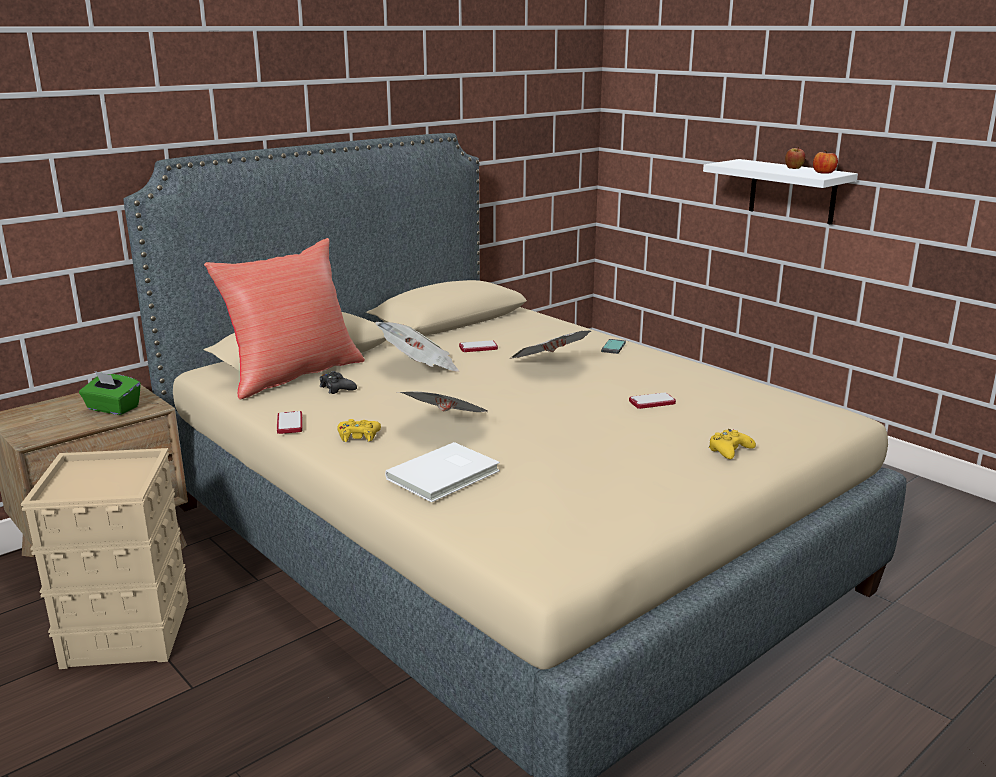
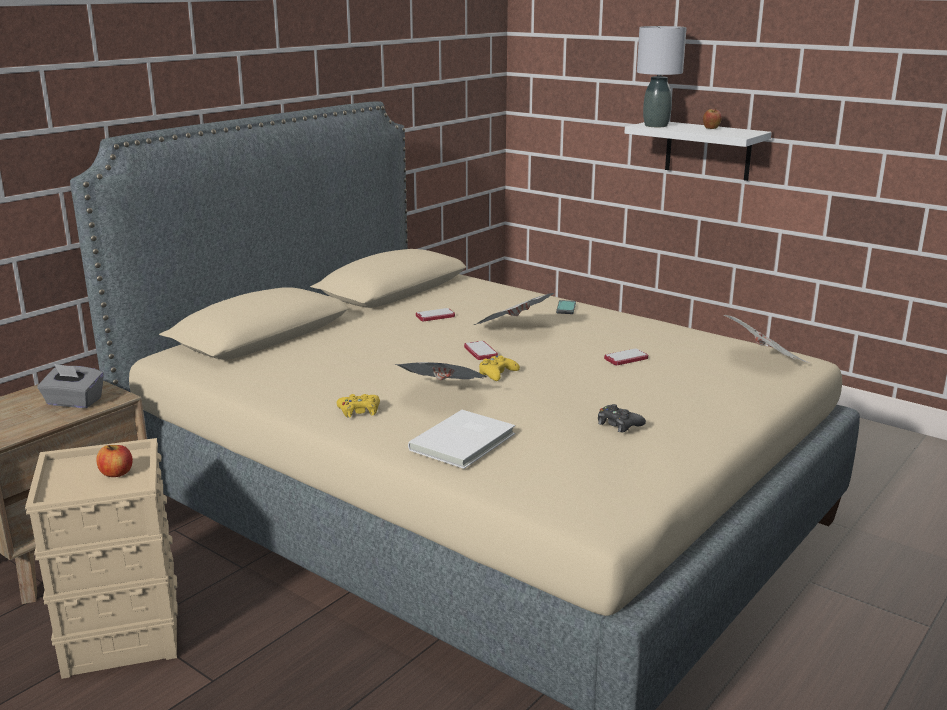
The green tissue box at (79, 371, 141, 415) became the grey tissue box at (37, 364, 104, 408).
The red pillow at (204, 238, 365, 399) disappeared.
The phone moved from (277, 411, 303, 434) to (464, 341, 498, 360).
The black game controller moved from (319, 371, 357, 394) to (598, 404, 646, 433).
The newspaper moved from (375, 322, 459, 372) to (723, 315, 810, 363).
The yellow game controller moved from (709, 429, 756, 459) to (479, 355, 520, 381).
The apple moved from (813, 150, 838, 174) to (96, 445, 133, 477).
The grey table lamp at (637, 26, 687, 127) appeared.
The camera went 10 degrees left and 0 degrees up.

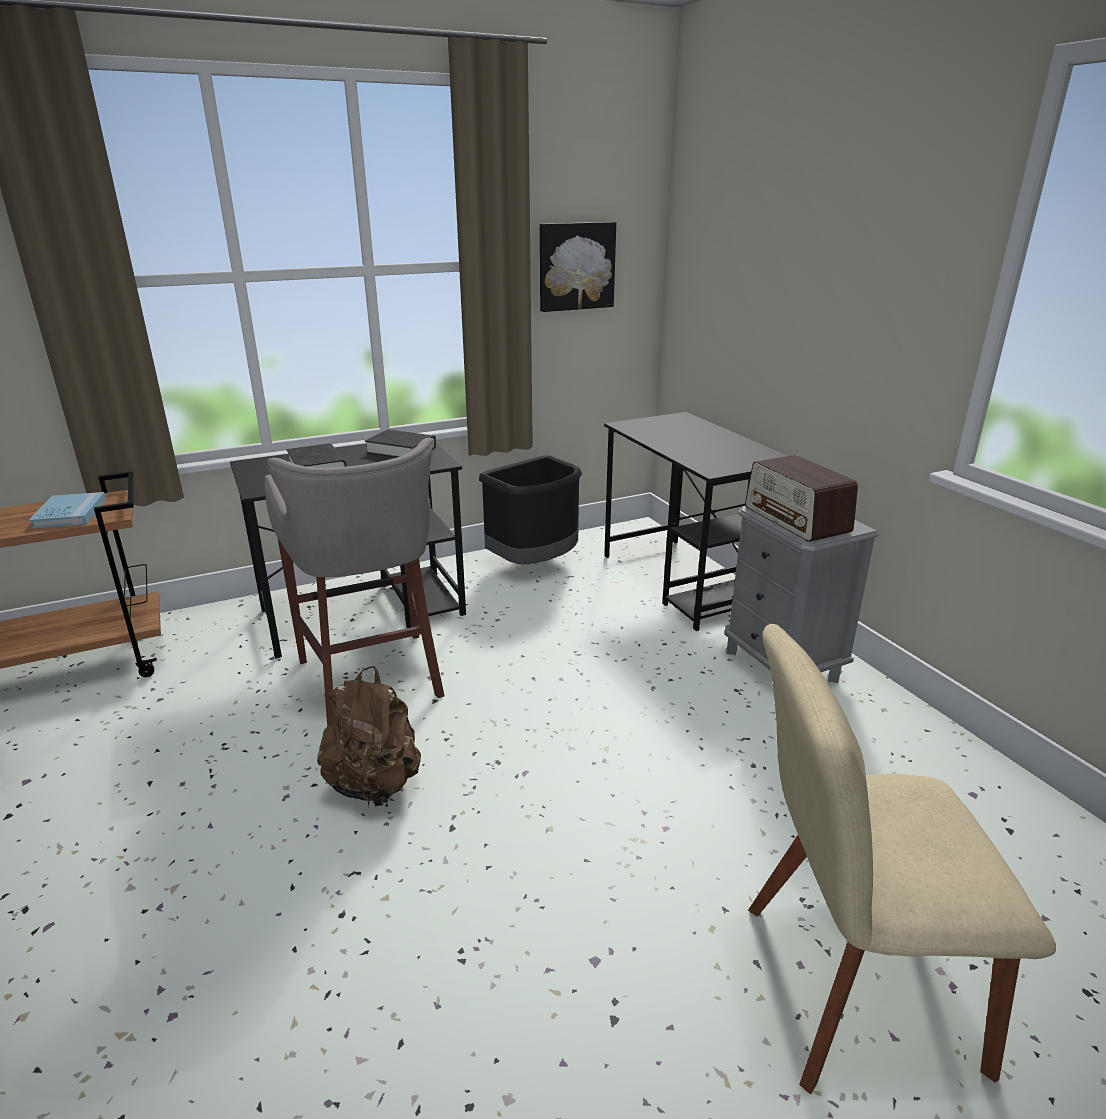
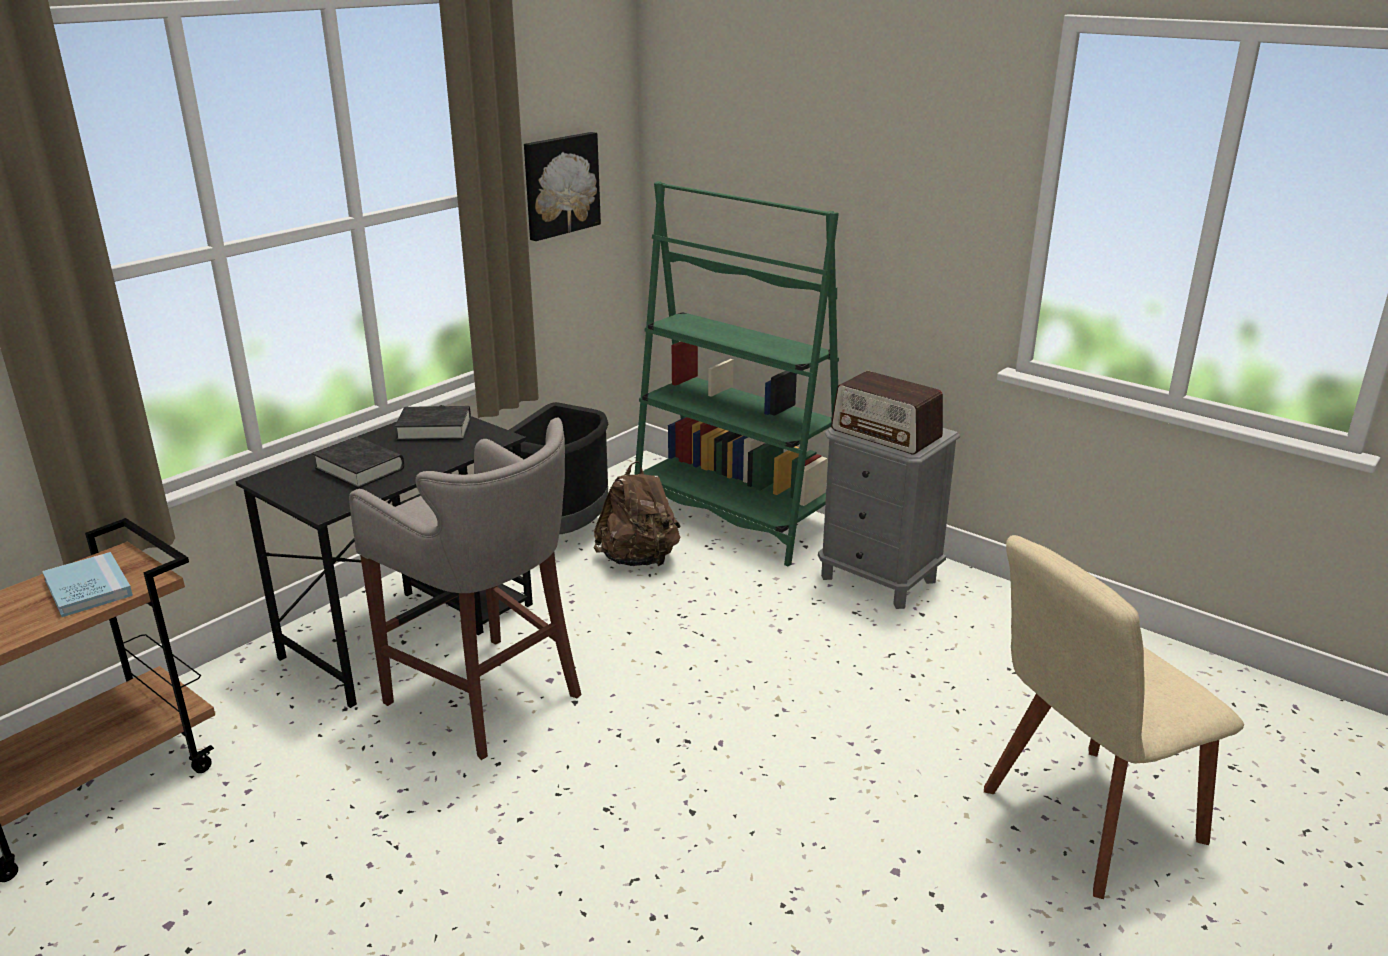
The brown backpack moved from (317, 666, 421, 807) to (593, 461, 681, 566).
The black desk at (604, 412, 787, 631) was replaced by the green bookcase at (634, 181, 839, 567).
The camera went 25 degrees left and 0 degrees up.

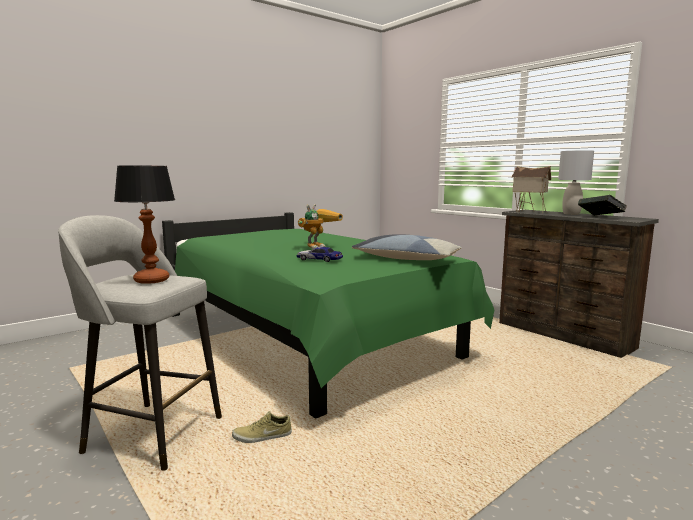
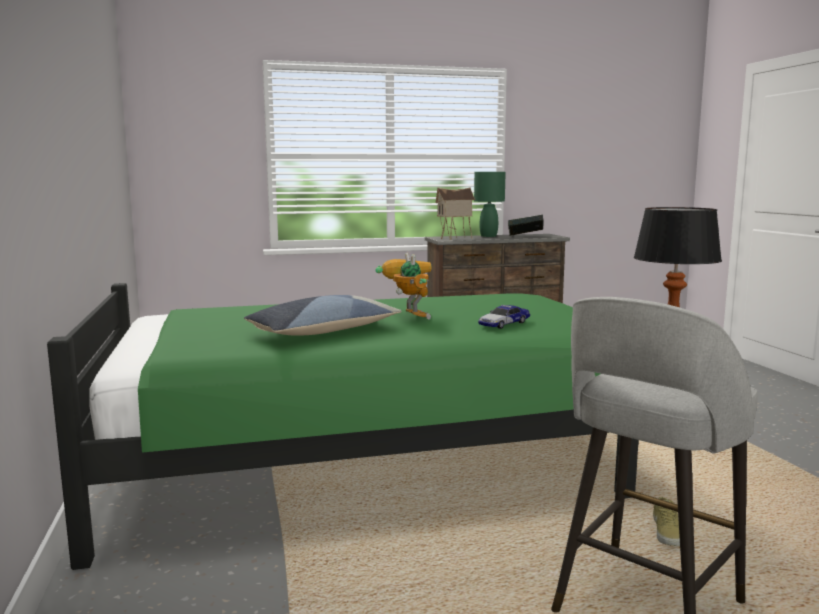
The pillow moved from (352, 234, 462, 260) to (244, 295, 402, 336).
The grey table lamp at (558, 150, 594, 215) became the green table lamp at (474, 172, 506, 237).
The camera went 65 degrees left and 0 degrees up.

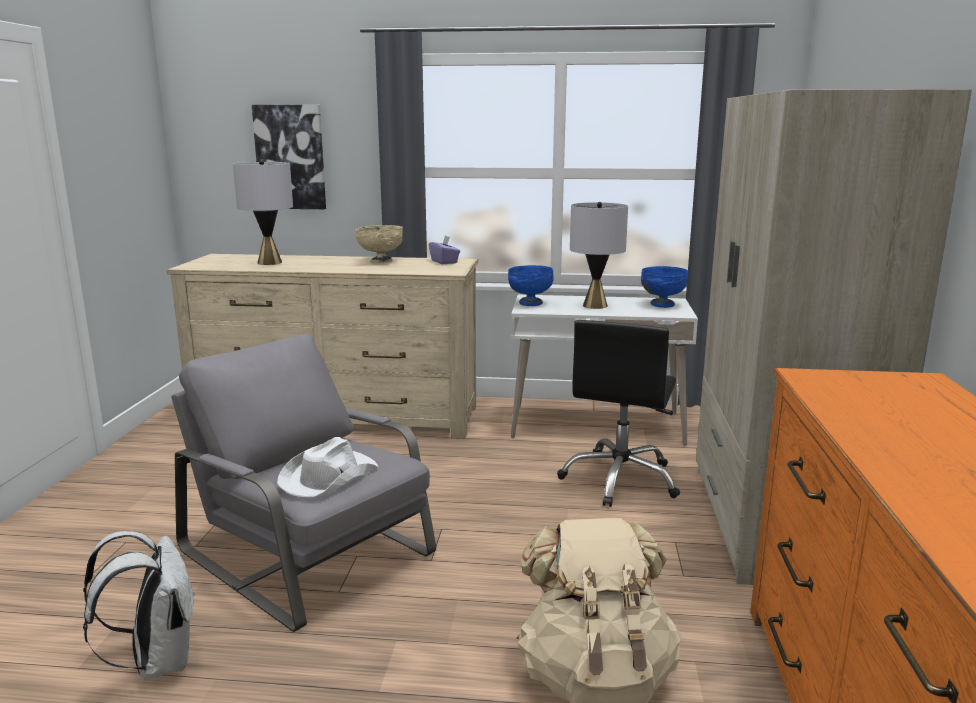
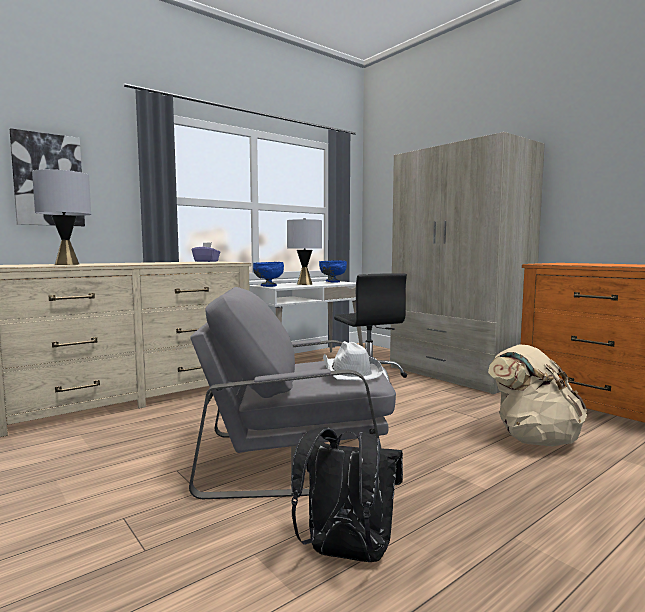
The white backpack at (83, 531, 195, 680) became the black backpack at (291, 427, 403, 562).
The beige bowl at (356, 225, 403, 264) disappeared.
The camera went 45 degrees left and 10 degrees down.

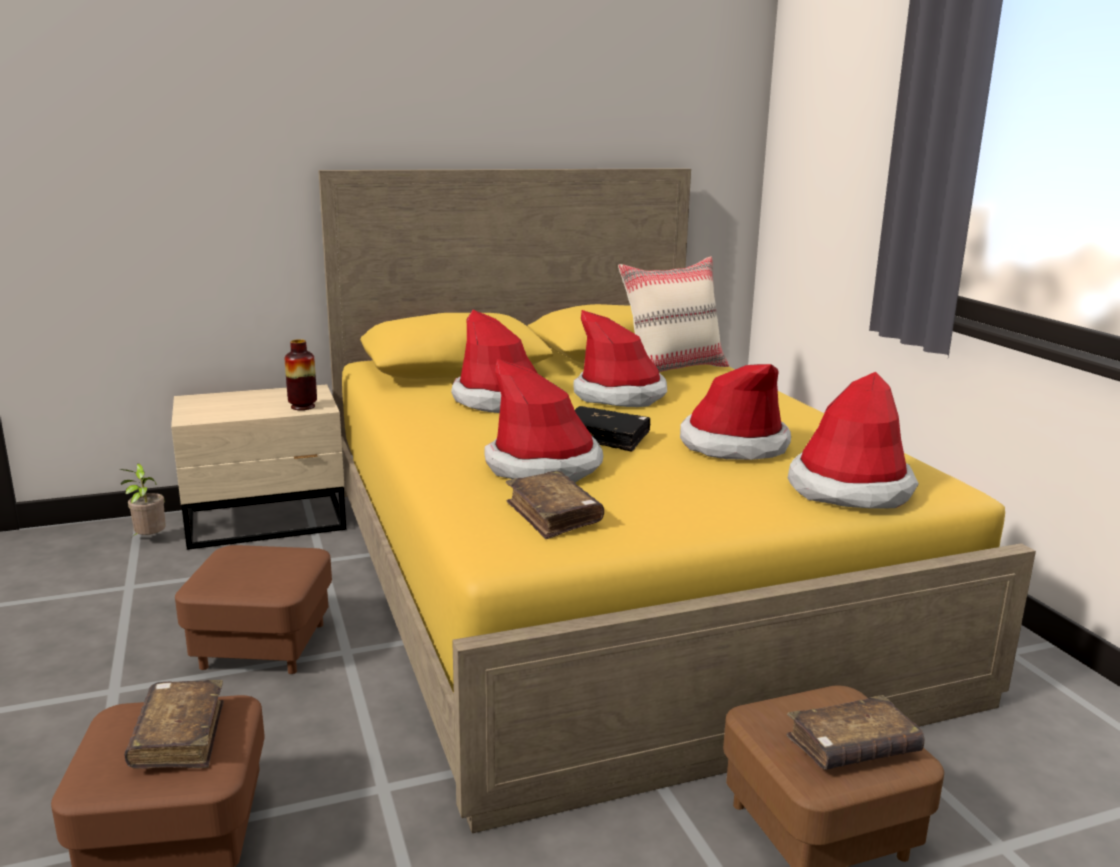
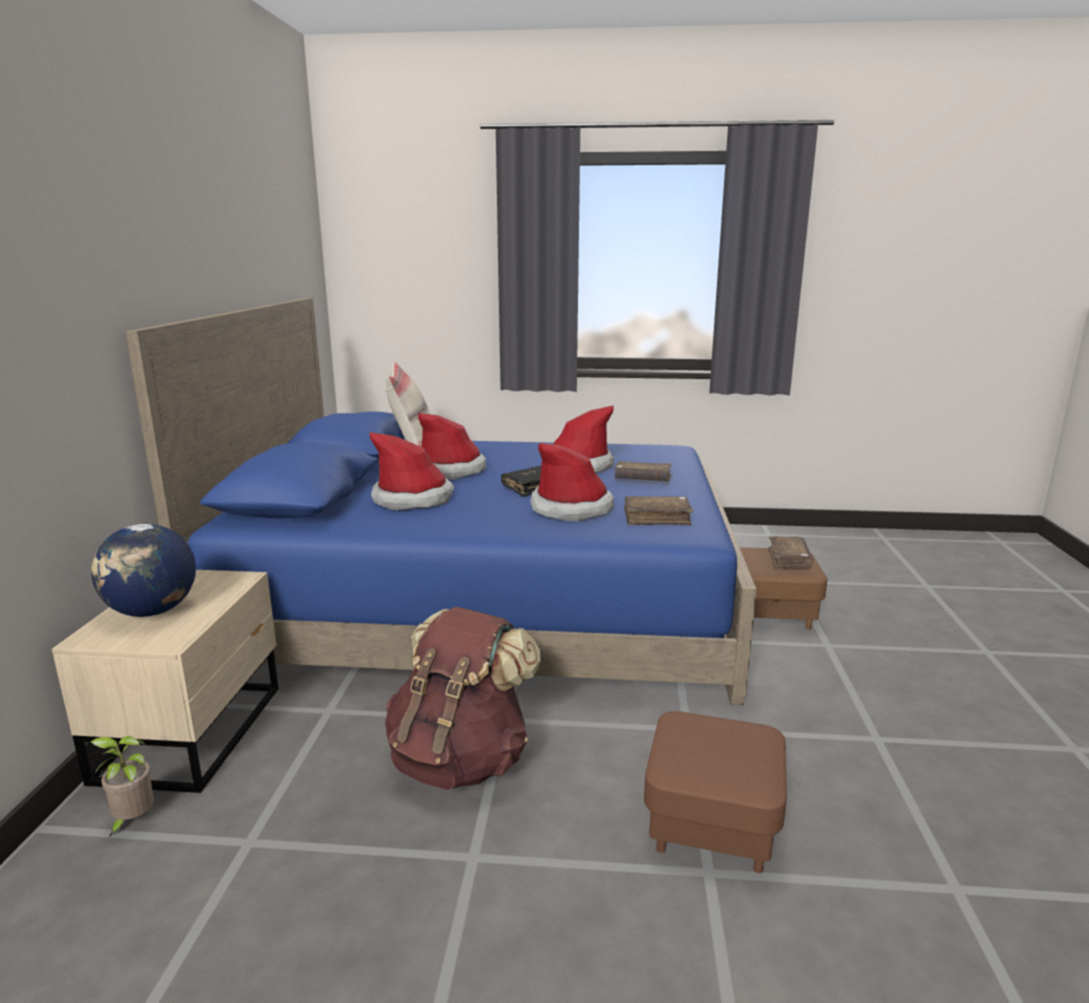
The brown book moved from (124, 680, 224, 769) to (615, 461, 672, 482).
The brown ottoman at (175, 545, 332, 674) was replaced by the brown backpack at (385, 607, 541, 790).
The vase at (285, 339, 317, 410) disappeared.
The yellow bed at (318, 168, 1036, 833) became the blue bed at (125, 298, 757, 705).
The hat at (788, 372, 919, 509) disappeared.
The globe at (91, 524, 196, 617) appeared.
The camera went 65 degrees left and 0 degrees up.

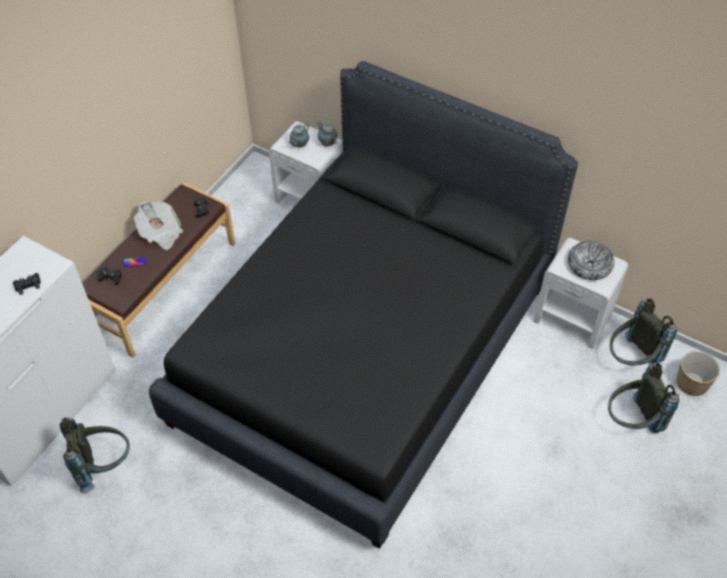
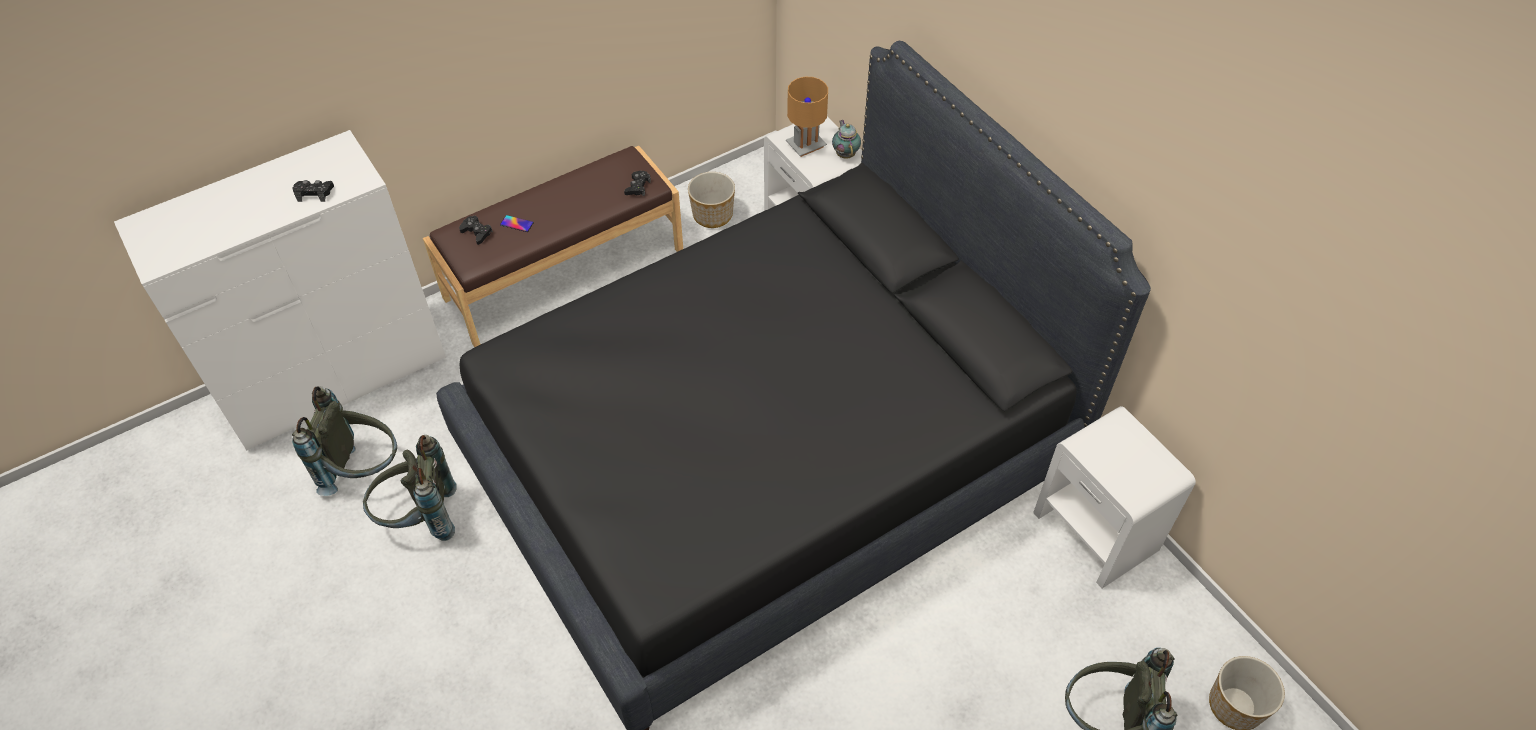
The newspaper at (134, 201, 183, 250) disappeared.
The teapot at (289, 123, 309, 148) was replaced by the brown table lamp at (786, 77, 828, 157).
The bowl at (568, 241, 614, 280) disappeared.
The grey backpack moved from (610, 299, 677, 366) to (363, 435, 457, 541).
The planter at (688, 172, 735, 228) appeared.
The camera went 25 degrees right and 0 degrees up.

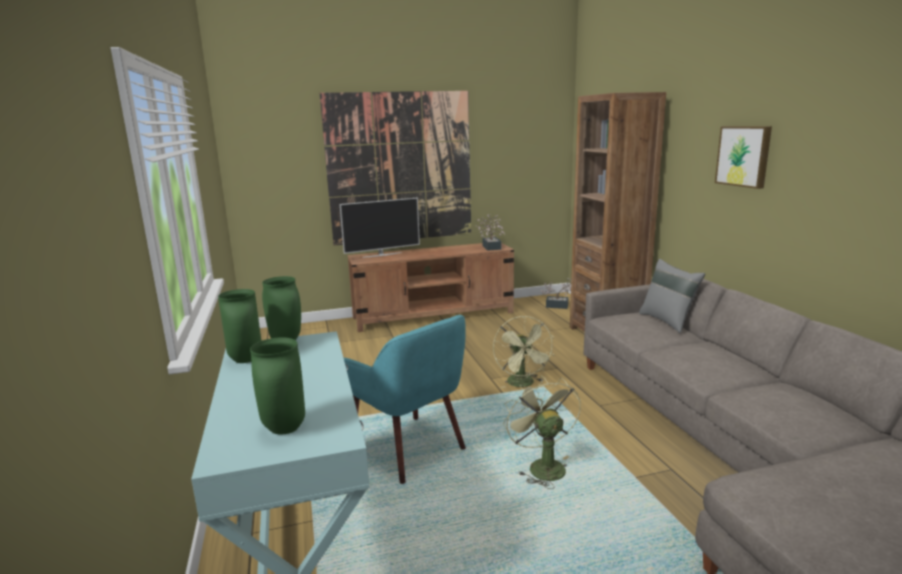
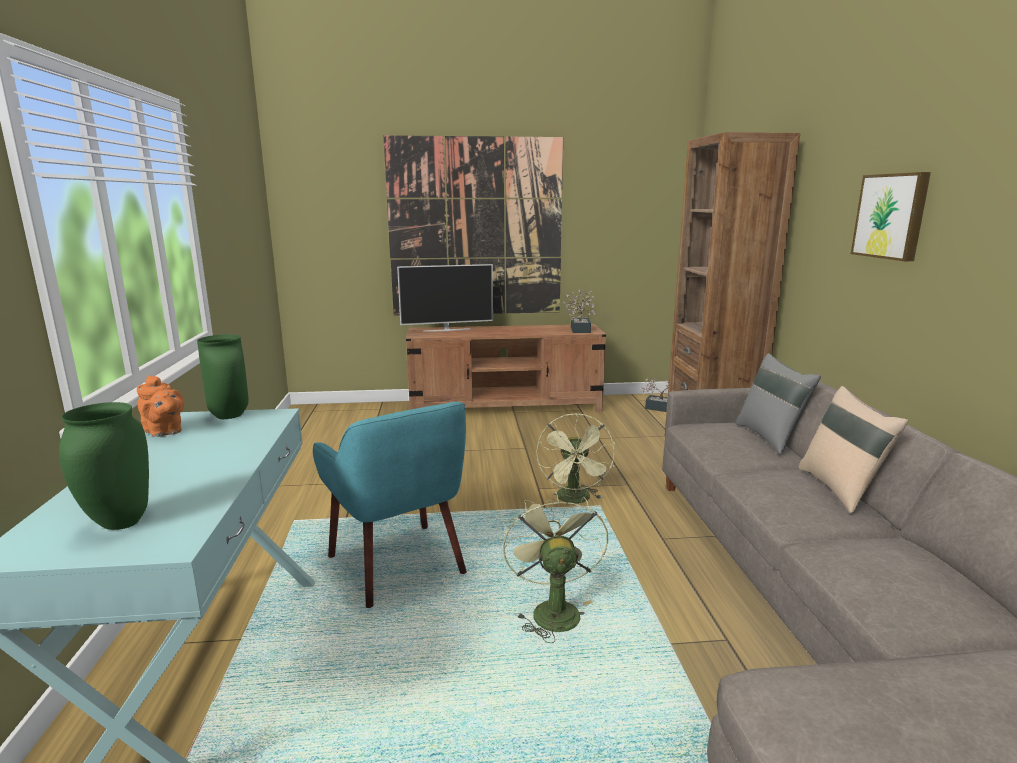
The green vase at (218, 289, 261, 363) was replaced by the orange teapot at (137, 375, 184, 437).
The beige pillow at (799, 386, 908, 514) appeared.
The camera went 10 degrees right and 0 degrees up.

